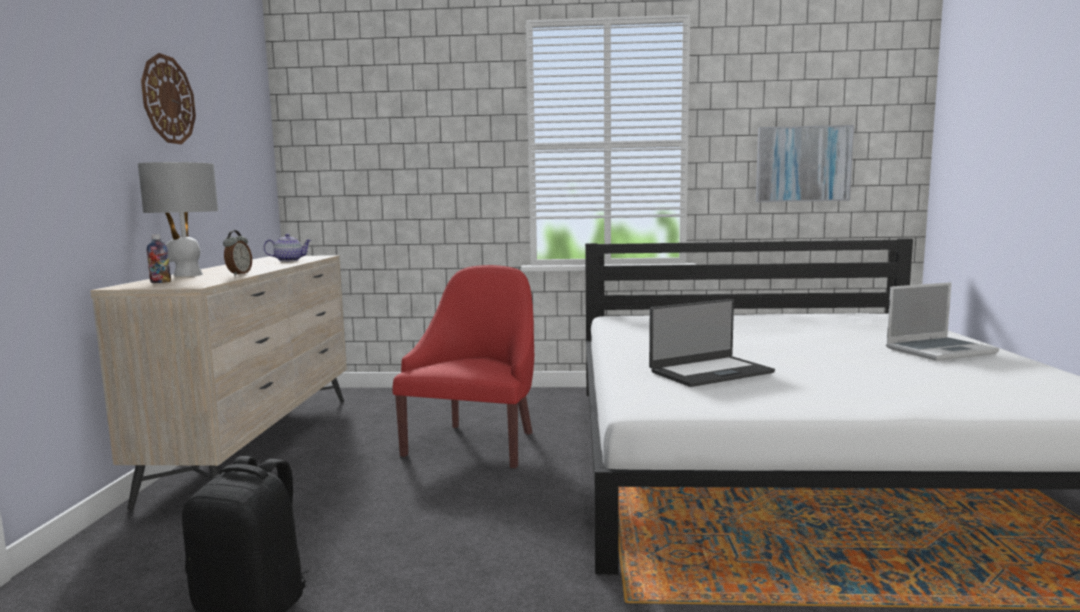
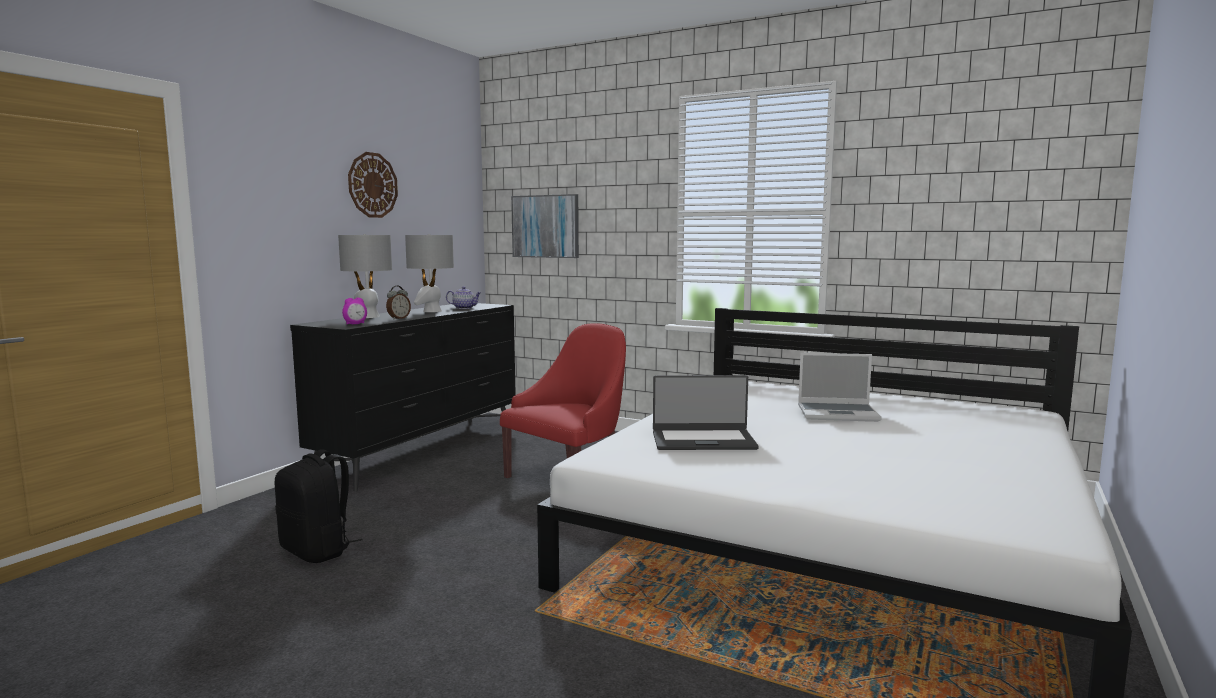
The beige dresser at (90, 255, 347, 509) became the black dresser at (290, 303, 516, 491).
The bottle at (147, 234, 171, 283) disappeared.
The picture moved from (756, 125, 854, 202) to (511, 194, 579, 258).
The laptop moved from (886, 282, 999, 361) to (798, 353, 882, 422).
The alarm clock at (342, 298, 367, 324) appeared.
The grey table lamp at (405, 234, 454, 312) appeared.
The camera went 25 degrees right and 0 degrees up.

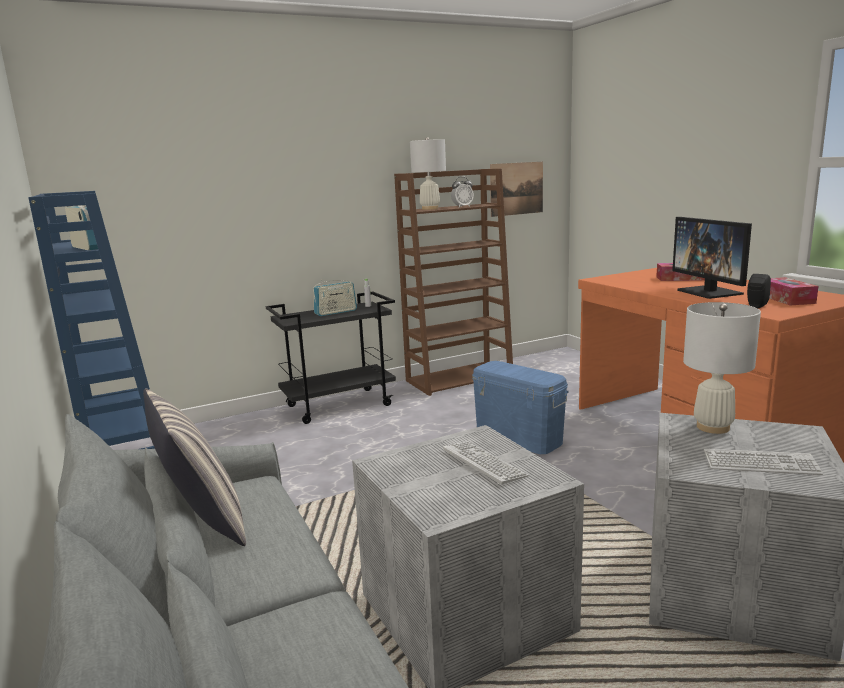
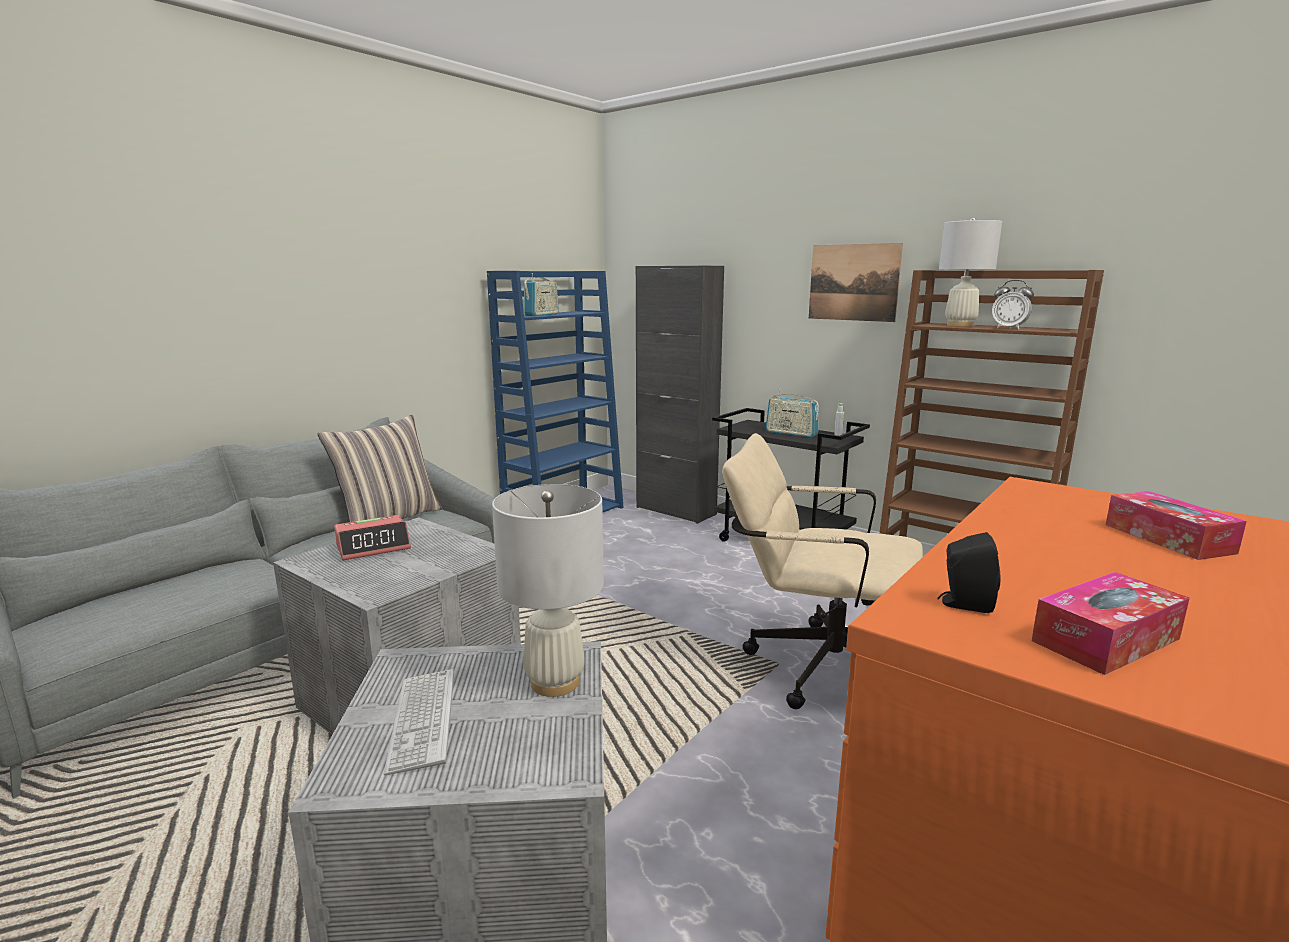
The keyboard at (443, 441, 529, 484) disappeared.
The blue storage box at (472, 361, 569, 454) was replaced by the beige office chair at (722, 433, 923, 709).
The picture moved from (490, 162, 543, 217) to (809, 243, 903, 322).
The monitor at (672, 217, 752, 299) disappeared.
The alarm clock at (334, 515, 411, 560) appeared.
The black cabinet at (636, 266, 724, 524) appeared.
The camera went 65 degrees right and 0 degrees up.

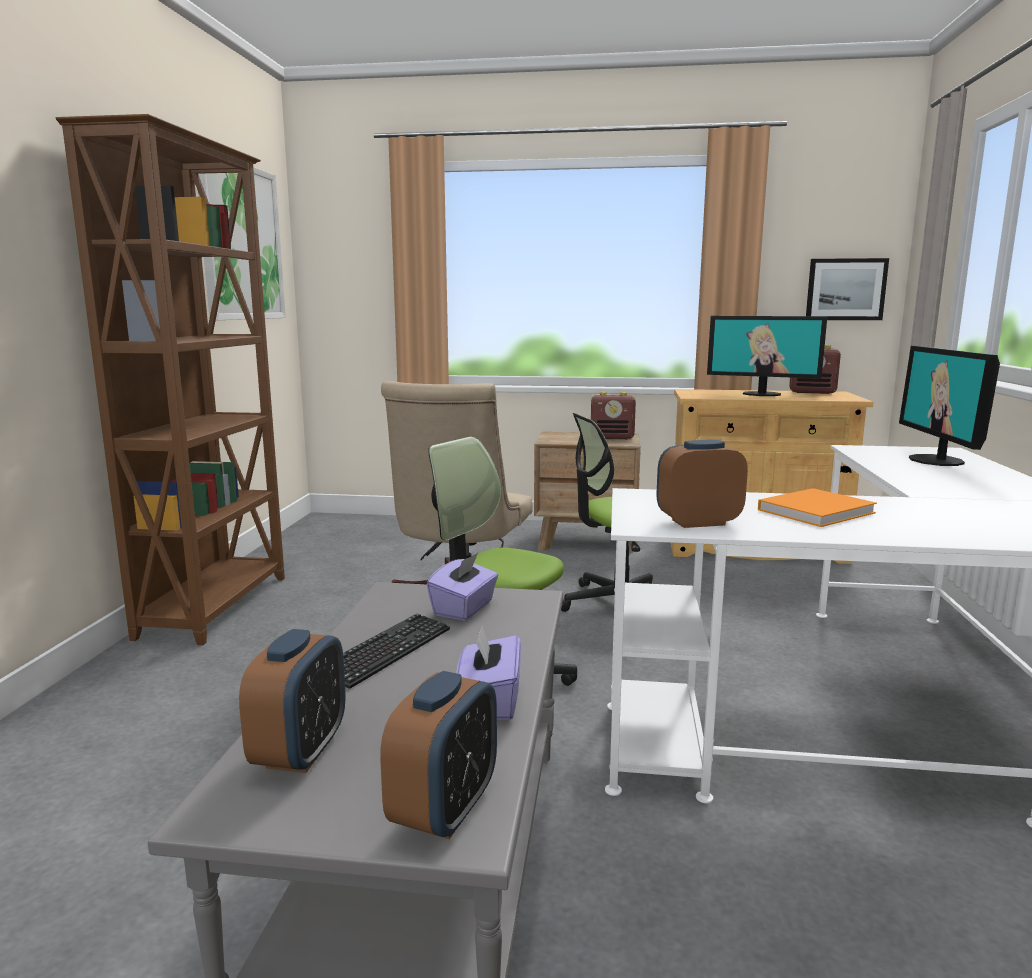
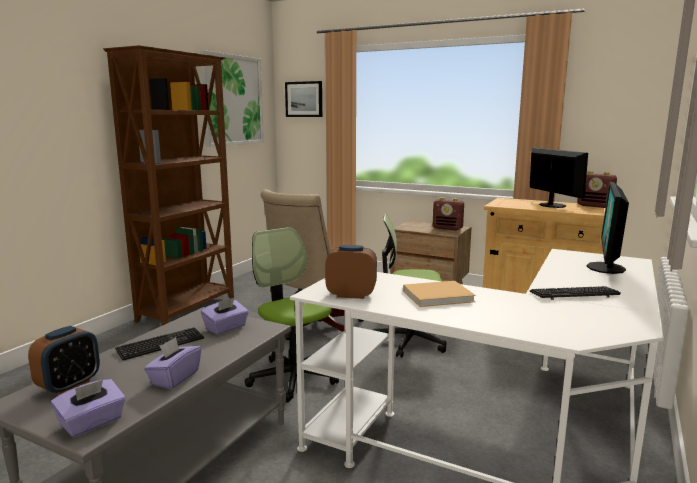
The alarm clock at (380, 671, 497, 839) was replaced by the purple tissue box at (51, 379, 126, 437).
The monitor at (707, 316, 827, 396) turned 150 degrees counterclockwise.
The orange book at (758, 488, 877, 527) became the beige book at (403, 281, 476, 307).
The picture moved from (806, 258, 889, 320) to (285, 81, 322, 117).
The keyboard at (530, 286, 621, 300) appeared.
The camera went 20 degrees right and 0 degrees up.

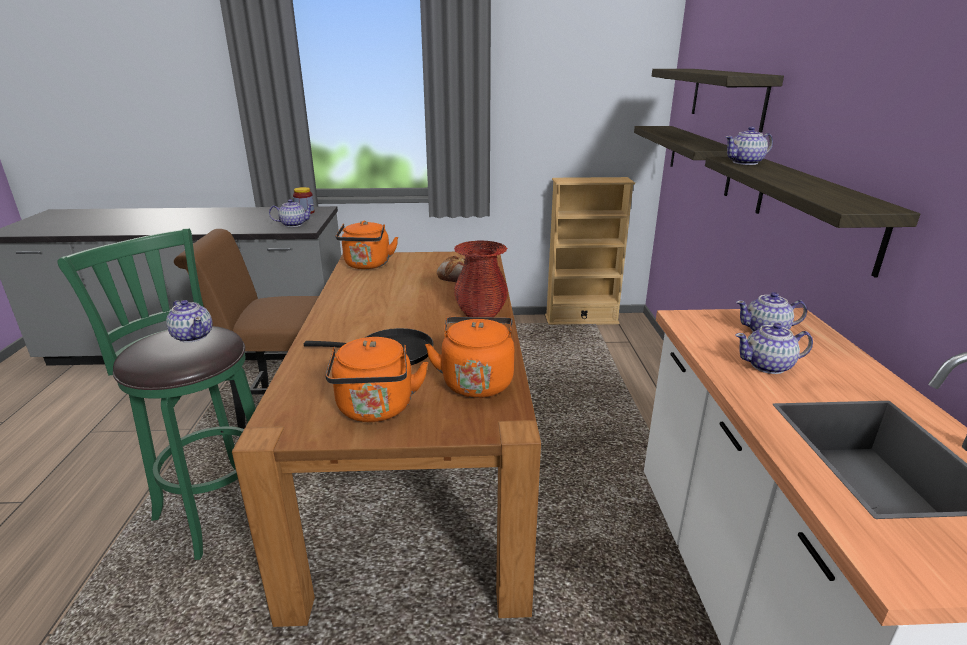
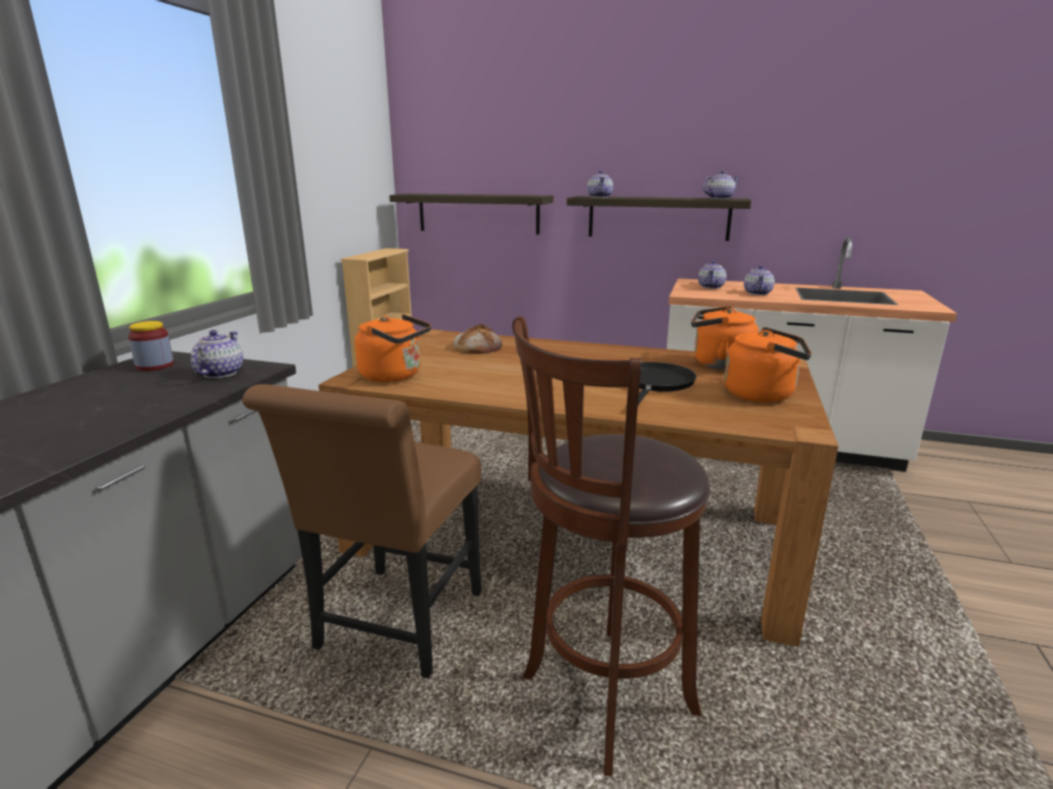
The green stool at (58, 228, 256, 560) became the brown stool at (512, 316, 710, 777).
The teapot moved from (166, 300, 212, 343) to (703, 171, 740, 199).
The red vase at (454, 240, 508, 317) disappeared.
The shelf at (652, 69, 784, 132) disappeared.
The camera went 70 degrees left and 5 degrees down.

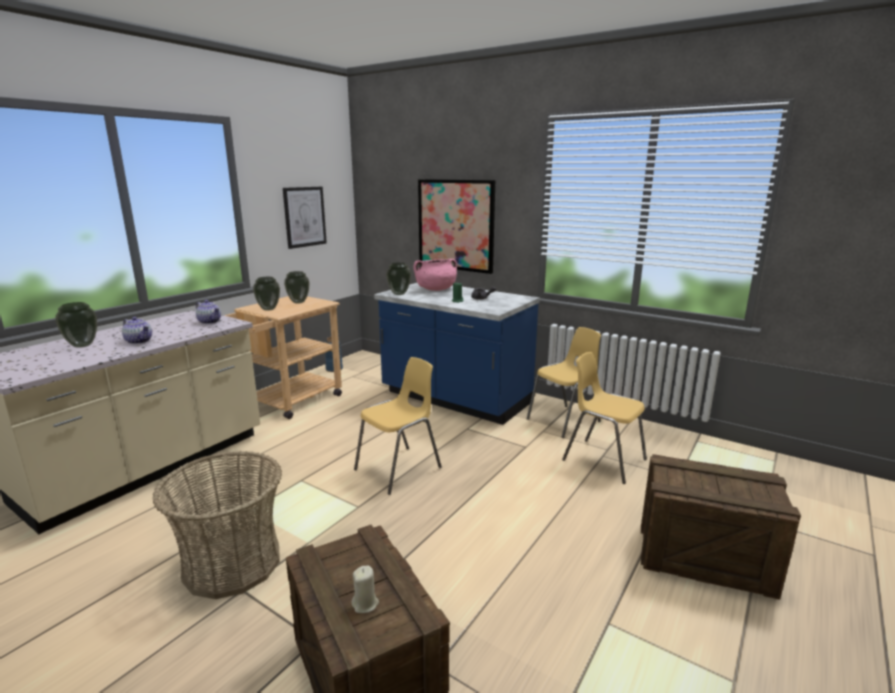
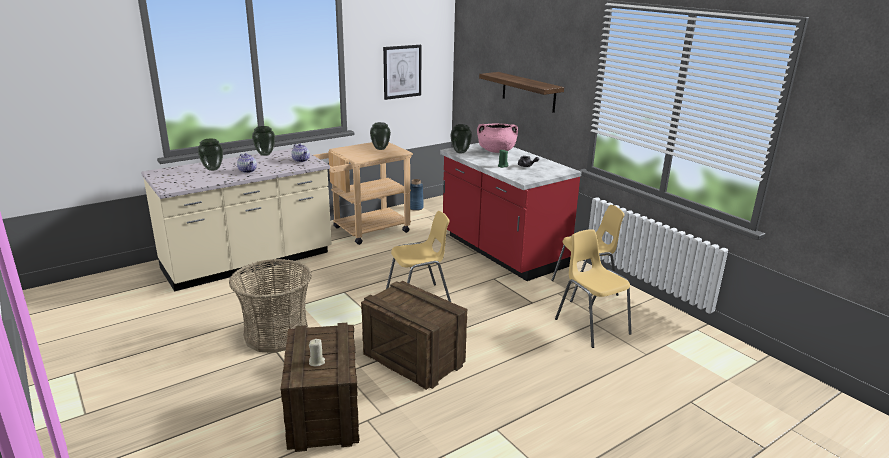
The vase moved from (253, 277, 280, 311) to (252, 126, 275, 156).
The blue counter at (374, 283, 540, 425) became the red counter at (440, 143, 582, 281).
The picture at (418, 179, 495, 274) was replaced by the shelf at (479, 72, 564, 113).
The crate moved from (641, 454, 801, 600) to (361, 281, 467, 390).
The camera went 20 degrees right and 5 degrees up.

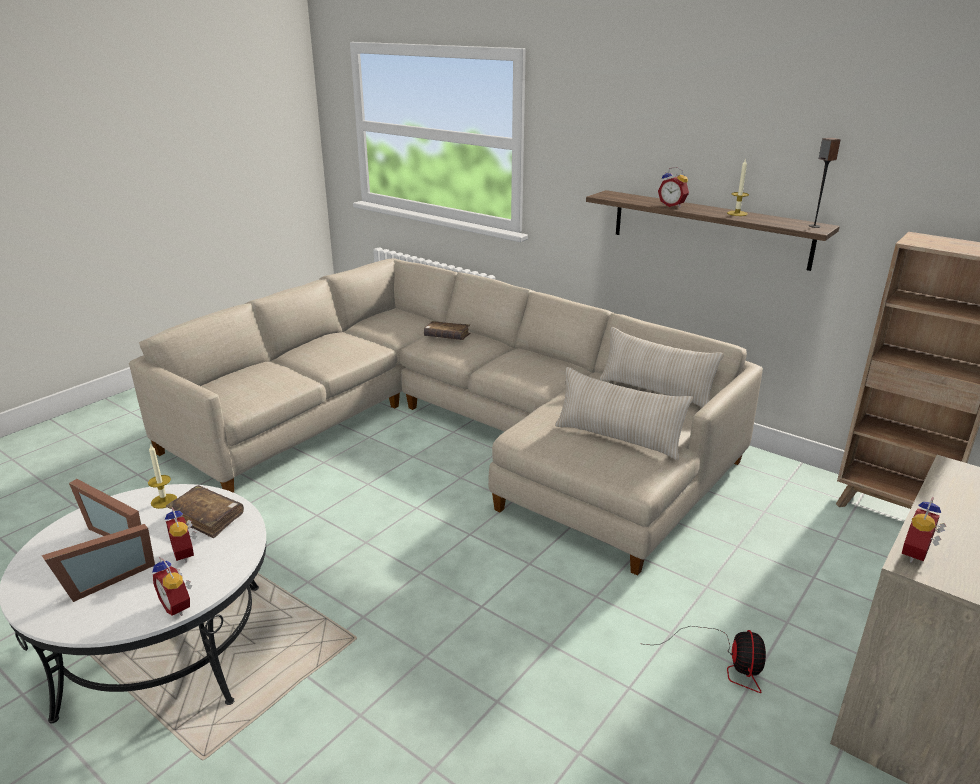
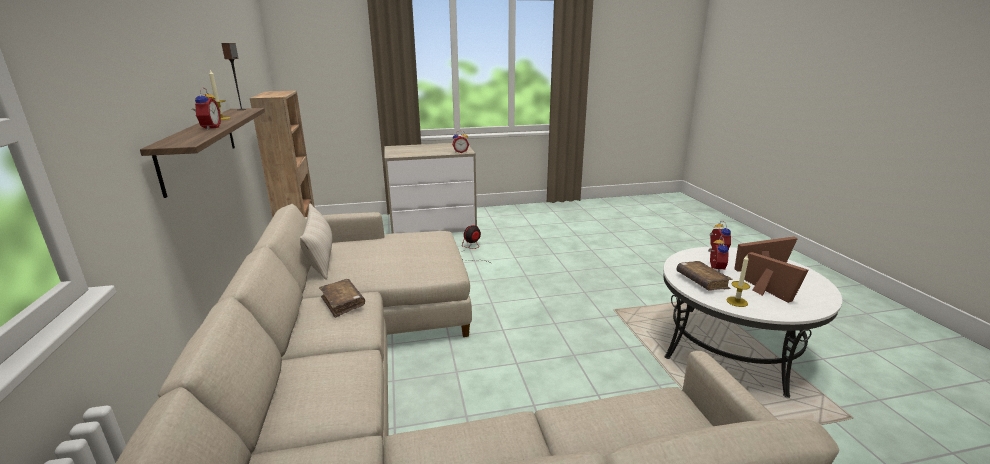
The brown book moved from (424, 321, 471, 340) to (319, 279, 365, 318).
The beige pillow at (555, 367, 693, 460) disappeared.
The camera went 140 degrees left and 5 degrees down.

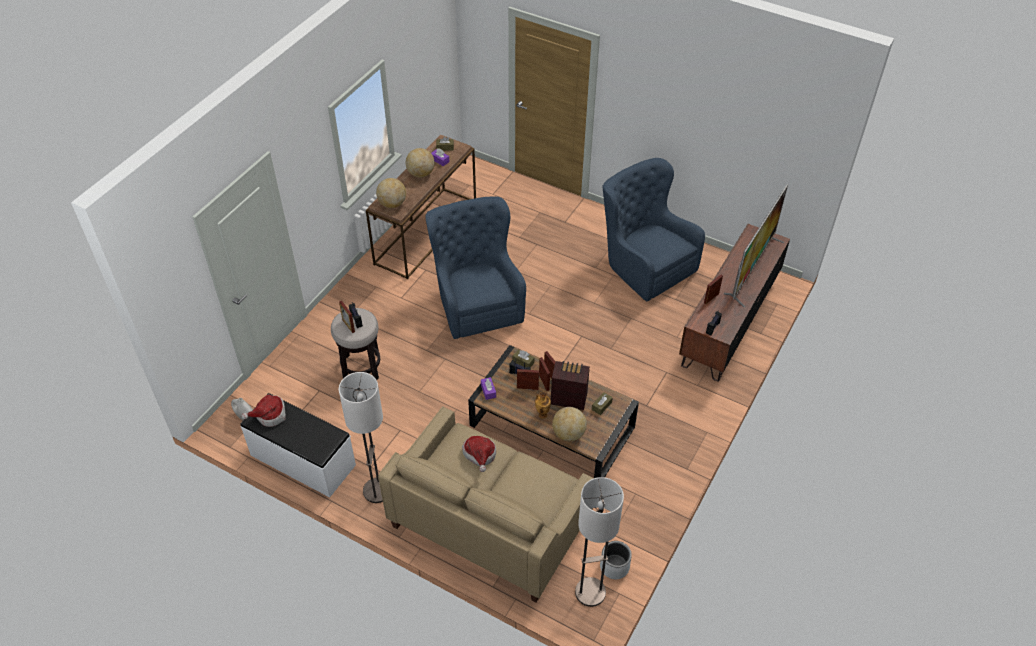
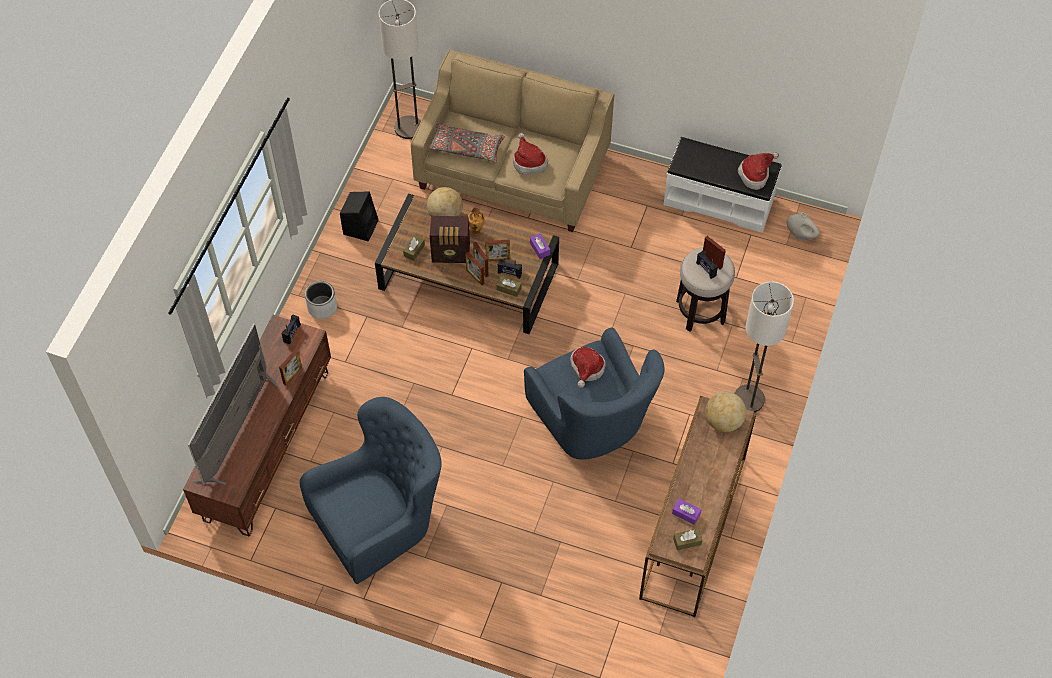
The floor lamp moved from (339, 372, 383, 503) to (734, 281, 794, 412).
The globe at (406, 148, 435, 177) disappeared.
The grey planter moved from (600, 541, 632, 579) to (305, 281, 337, 319).
The blue armchair at (602, 158, 705, 302) turned 75 degrees counterclockwise.
The black speaker at (340, 191, 378, 242) appeared.
The grey pillow at (428, 123, 505, 163) appeared.
The hat at (570, 347, 606, 388) appeared.
The camera went 170 degrees right and 10 degrees up.

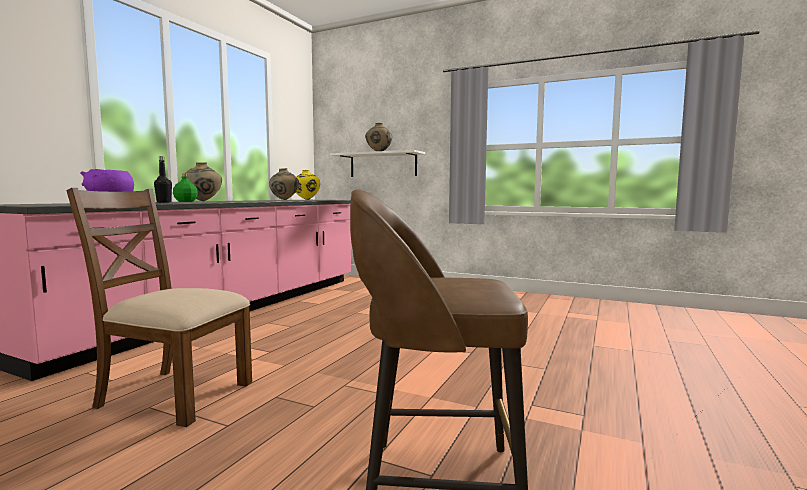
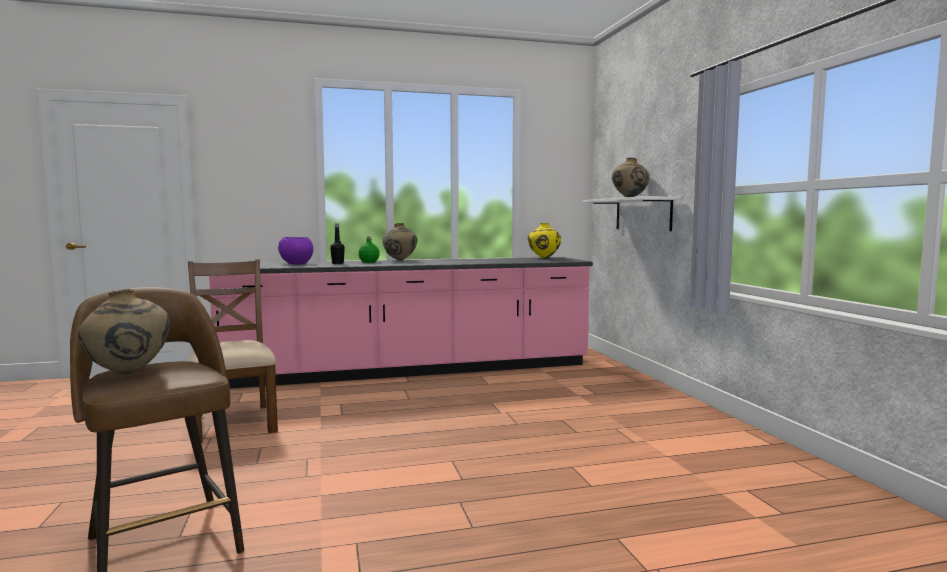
The beige vase moved from (269, 168, 299, 200) to (78, 289, 170, 374).
The camera went 50 degrees right and 0 degrees up.

